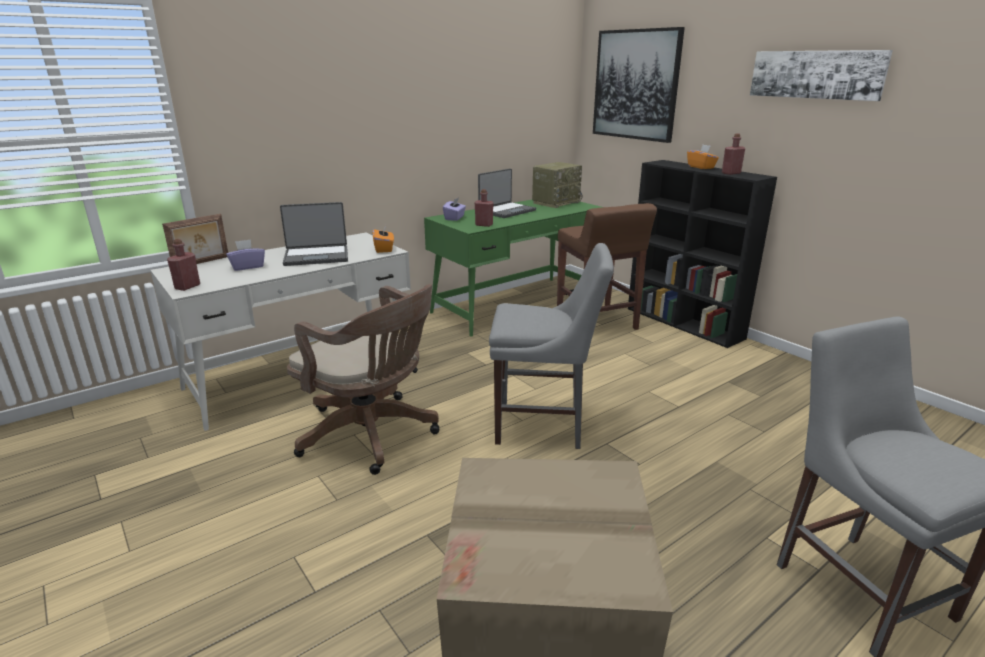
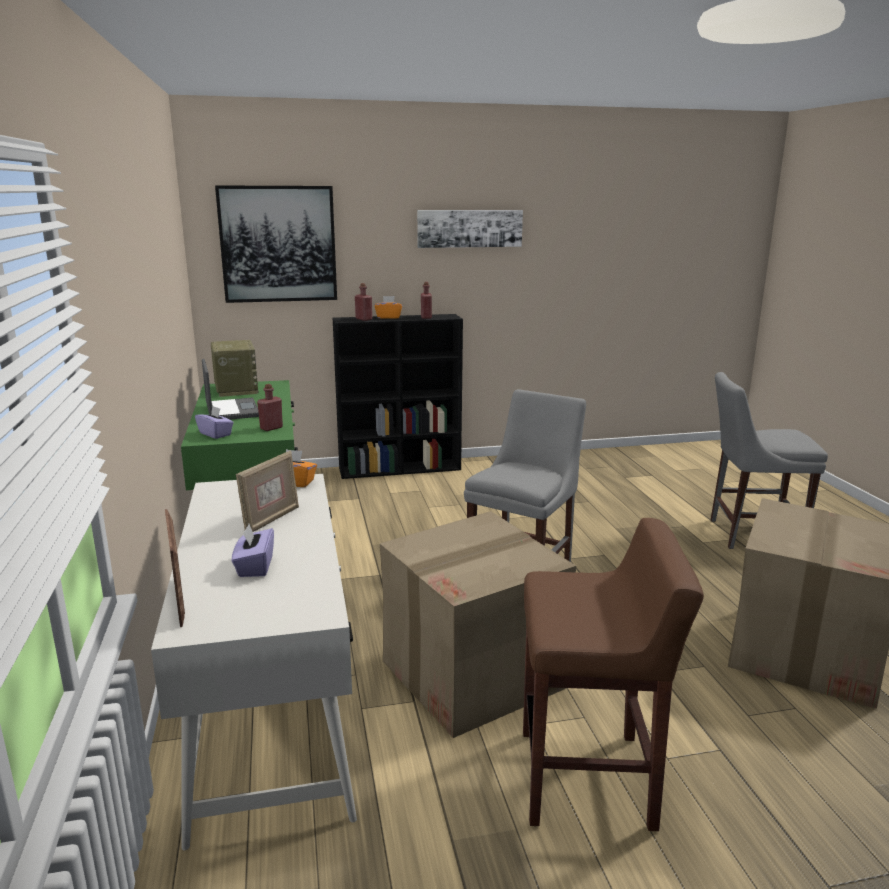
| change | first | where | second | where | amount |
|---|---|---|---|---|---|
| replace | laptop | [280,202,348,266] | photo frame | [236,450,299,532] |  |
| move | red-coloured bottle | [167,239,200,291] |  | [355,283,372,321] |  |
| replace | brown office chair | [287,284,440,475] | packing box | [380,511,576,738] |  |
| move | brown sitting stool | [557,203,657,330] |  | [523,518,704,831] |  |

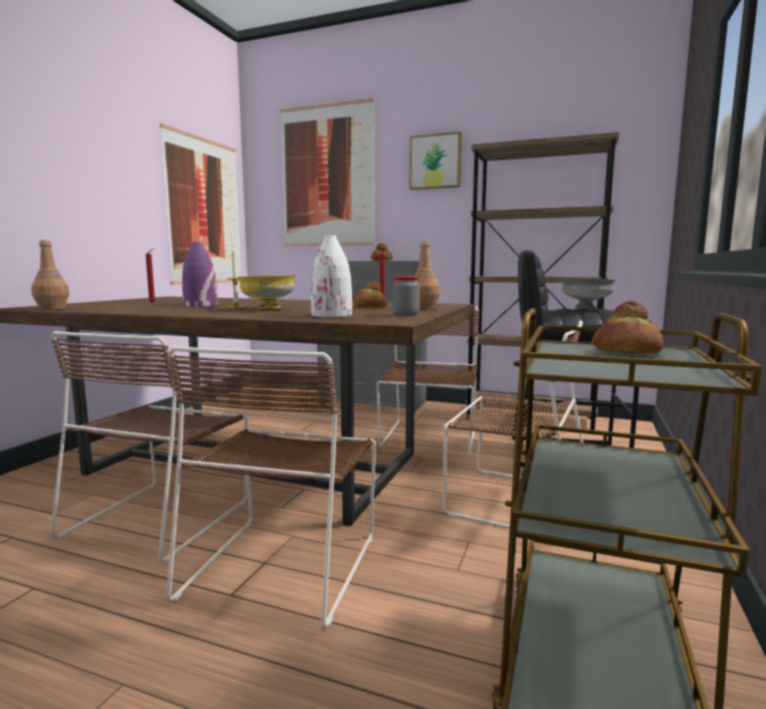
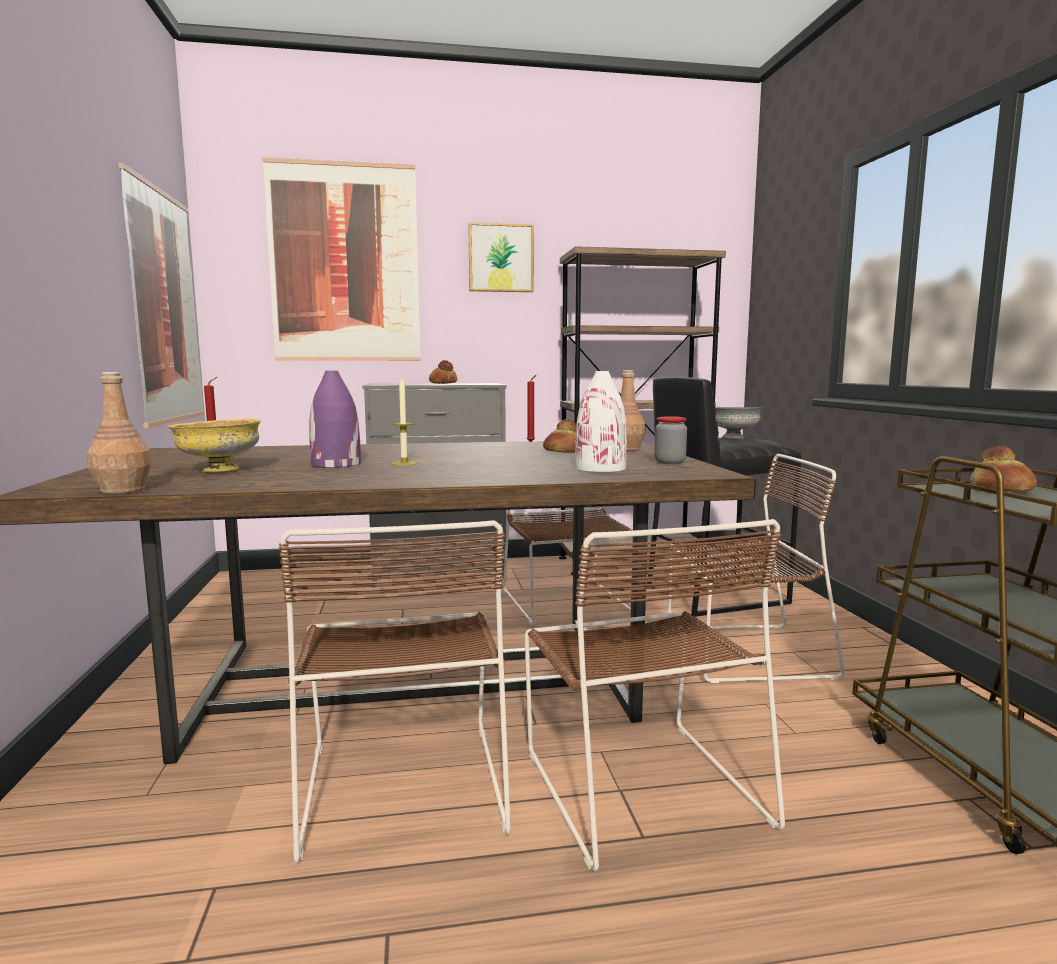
| change | first | where | second | where | amount |
|---|---|---|---|---|---|
| move | yellowish deep dish | [237,275,296,309] |  | [168,419,261,472] |  |

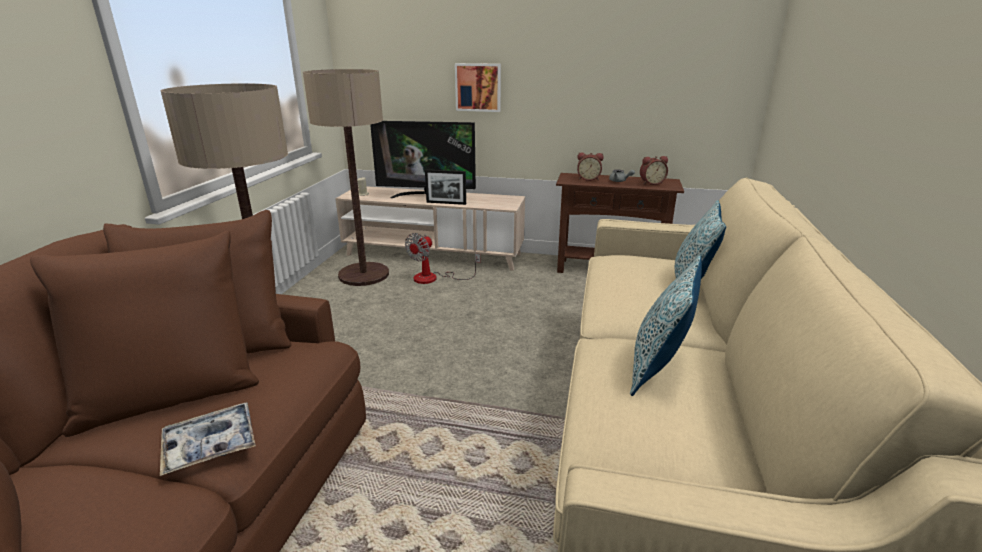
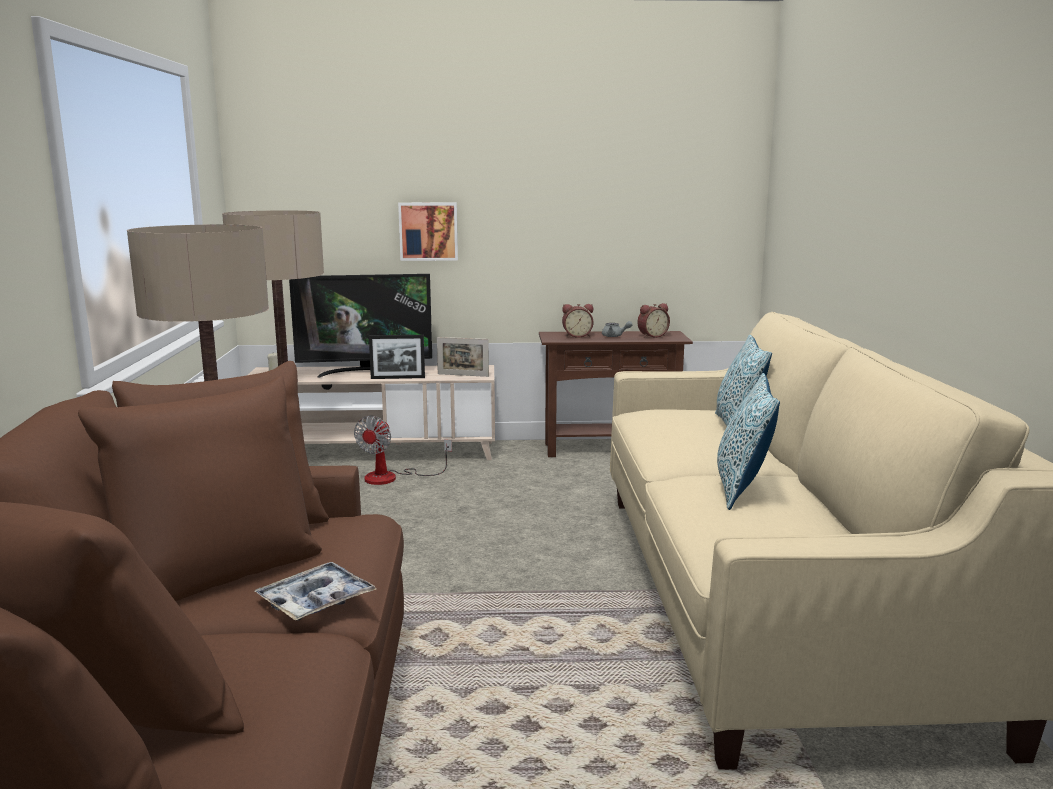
| change | first | where | second | where | amount |
|---|---|---|---|---|---|
| insert |  |  | photo frame | [437,337,489,377] |  |

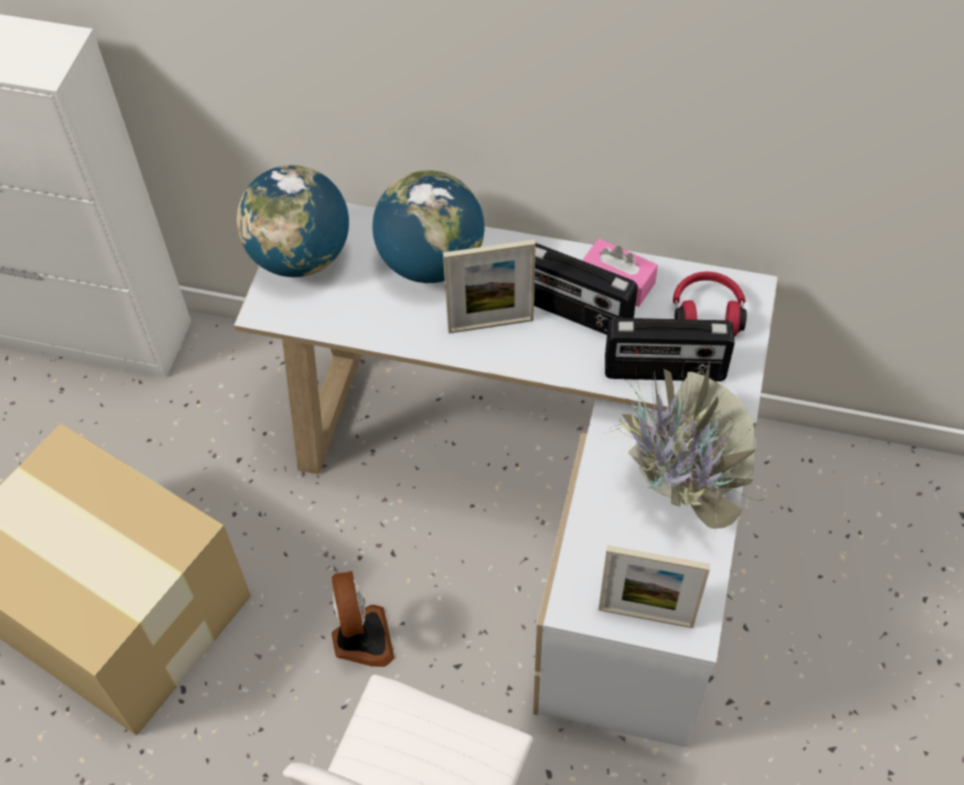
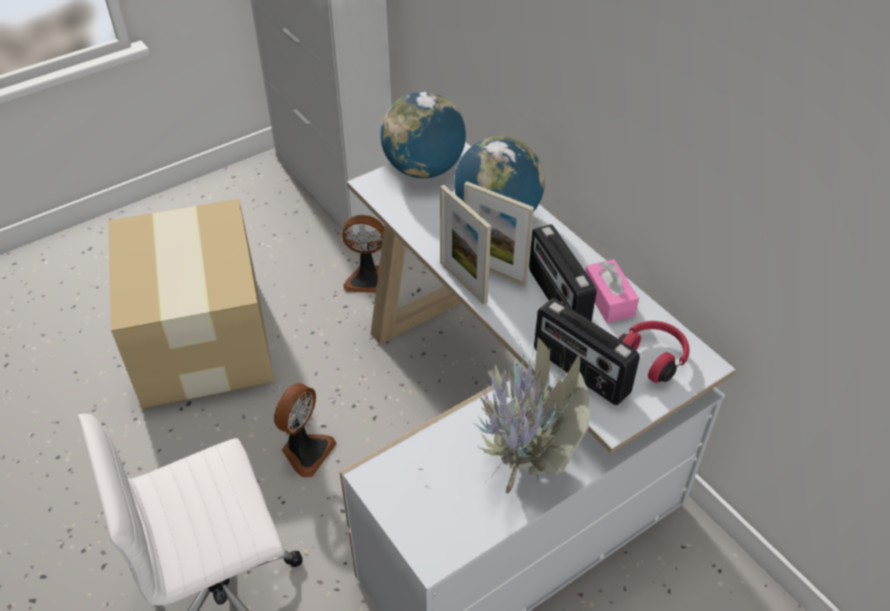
| change | first | where | second | where | amount |
|---|---|---|---|---|---|
| insert |  |  | electric fan | [342,215,384,293] |  |
| move | photo frame | [598,545,711,628] |  | [440,185,491,304] |  |

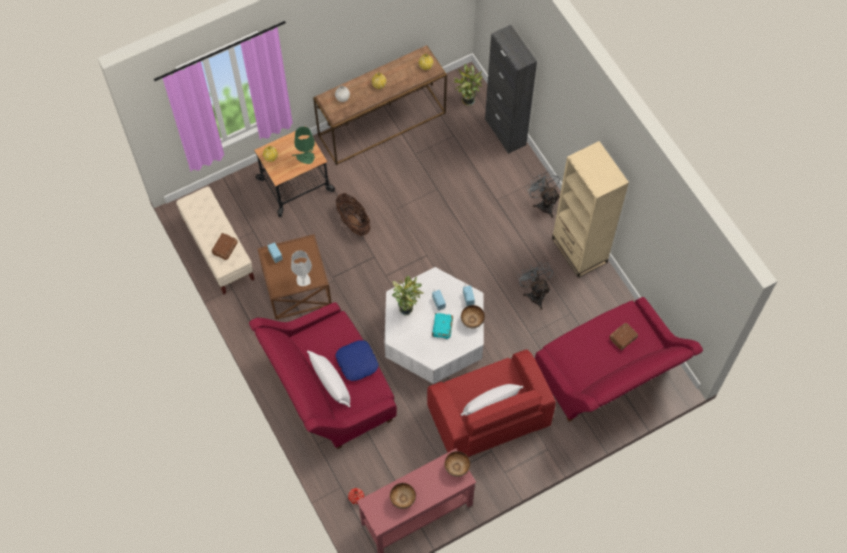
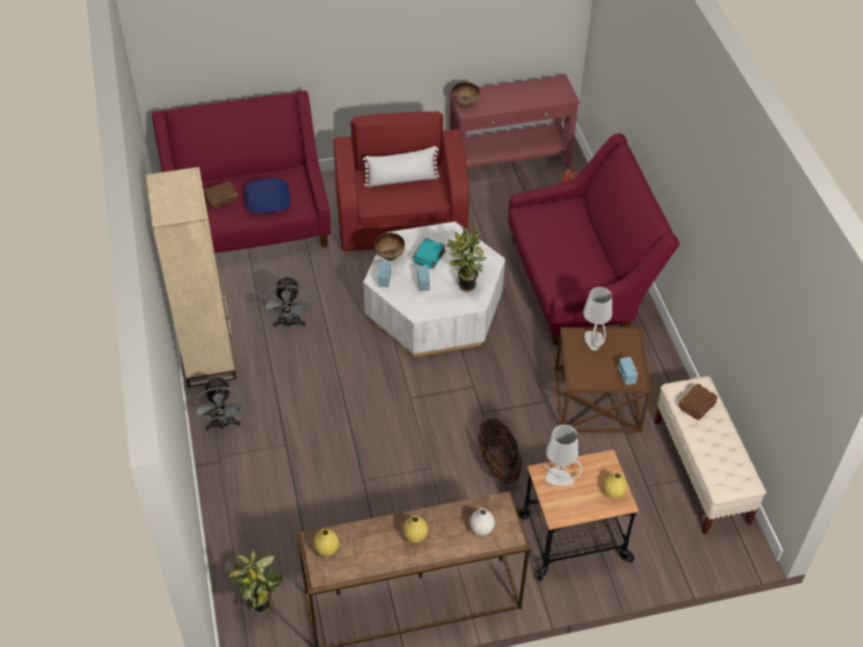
| change | first | where | second | where | amount |
|---|---|---|---|---|---|
| move | blue-coloured throw pillow | [335,341,379,381] |  | [244,178,290,214] |  |
| recolor | greenish table lamp | [292,126,315,164] | grey table lamp | [546,424,582,486] |  |
| delete | white throw pillow | [307,350,350,407] |  |  |  |
| delete | deep dish | [390,483,416,509] |  |  |  |
| delete | black cupboard | [485,25,537,154] |  |  |  |

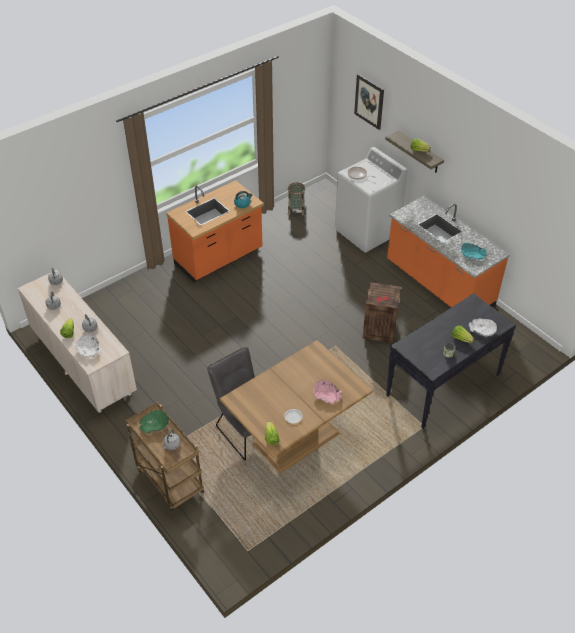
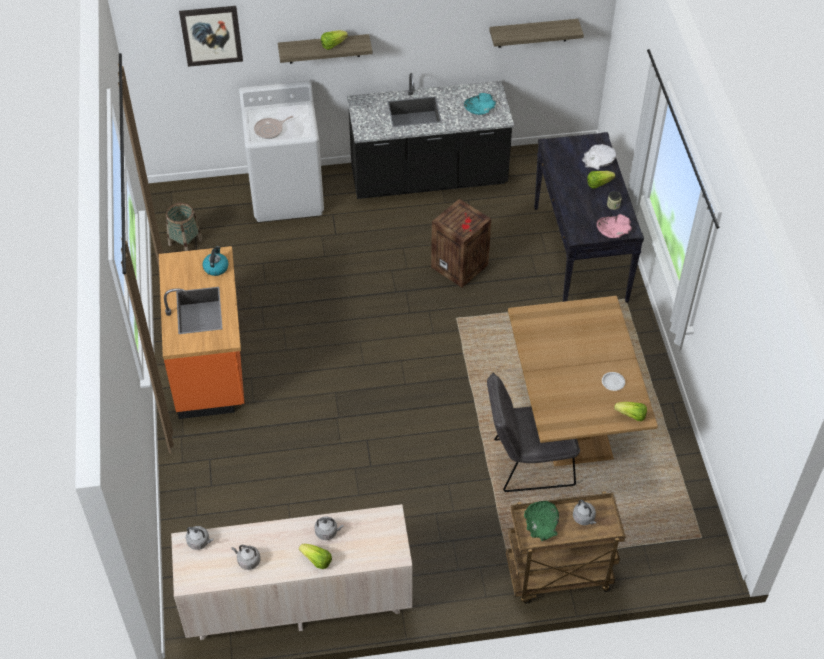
| change | first | where | second | where | amount |
|---|---|---|---|---|---|
| recolor | orange counter | [387,196,510,307] | black counter | [347,73,514,199] |  |
| insert |  |  | wall shelf | [490,19,584,48] |  |
| move | pink deep dish | [313,380,342,404] |  | [597,214,632,238] |  |
| delete | white deep dish | [75,334,101,358] |  |  |  |

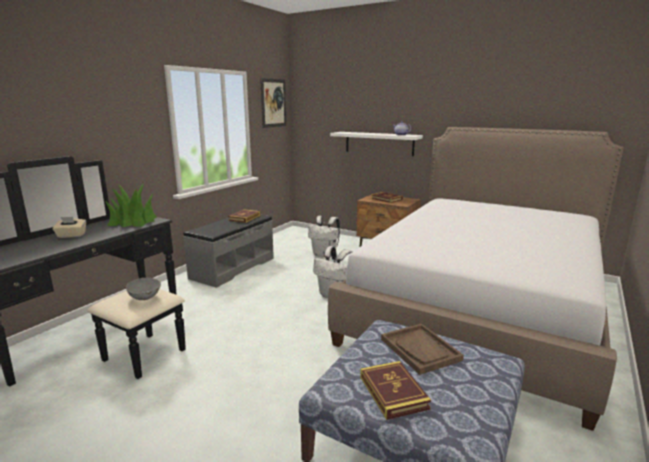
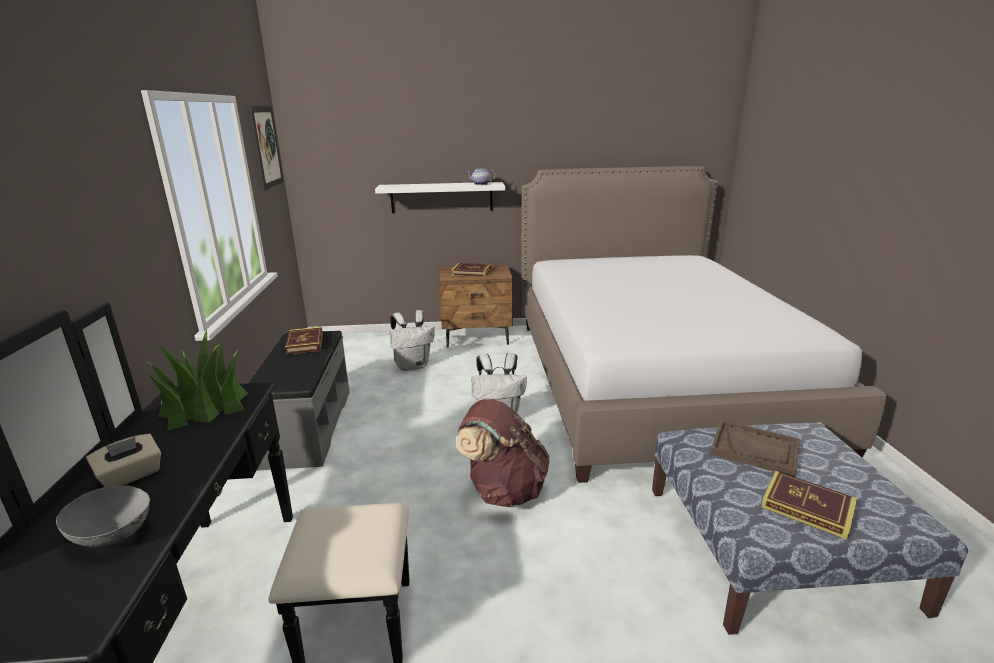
| change | first | where | second | where | amount |
|---|---|---|---|---|---|
| move | grey deep dish | [126,278,161,300] |  | [56,486,150,547] |  |
| insert |  |  | brown rucksack | [456,399,550,507] |  |

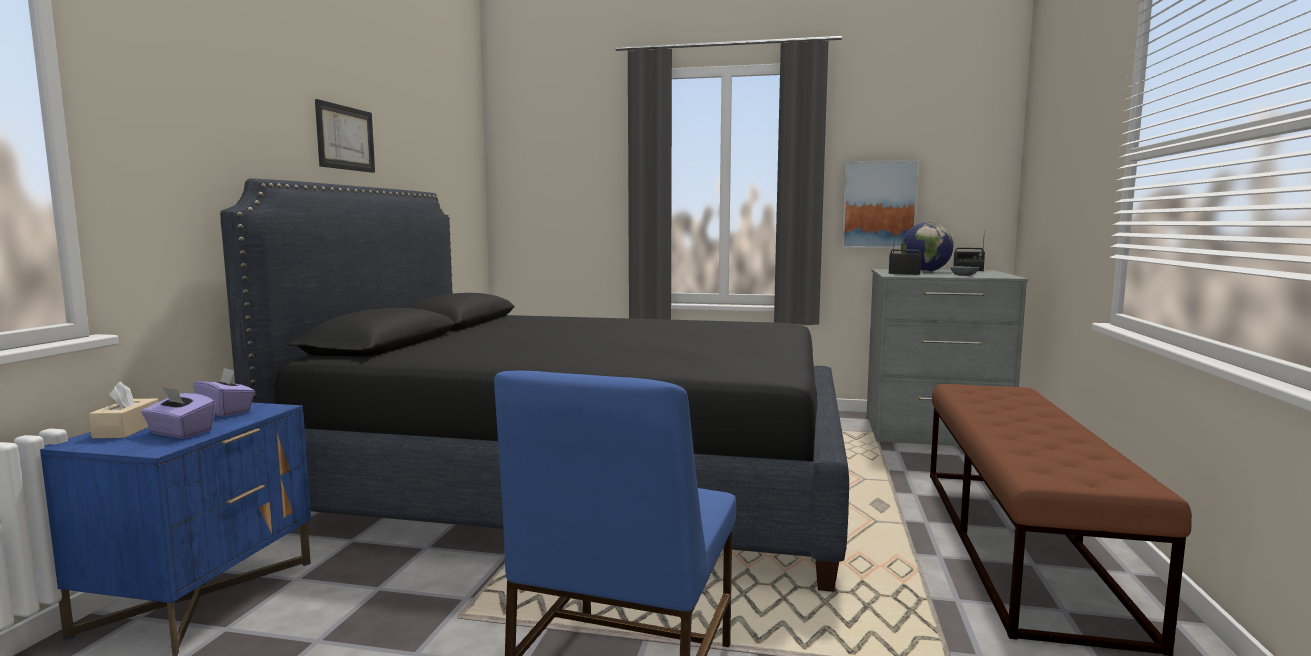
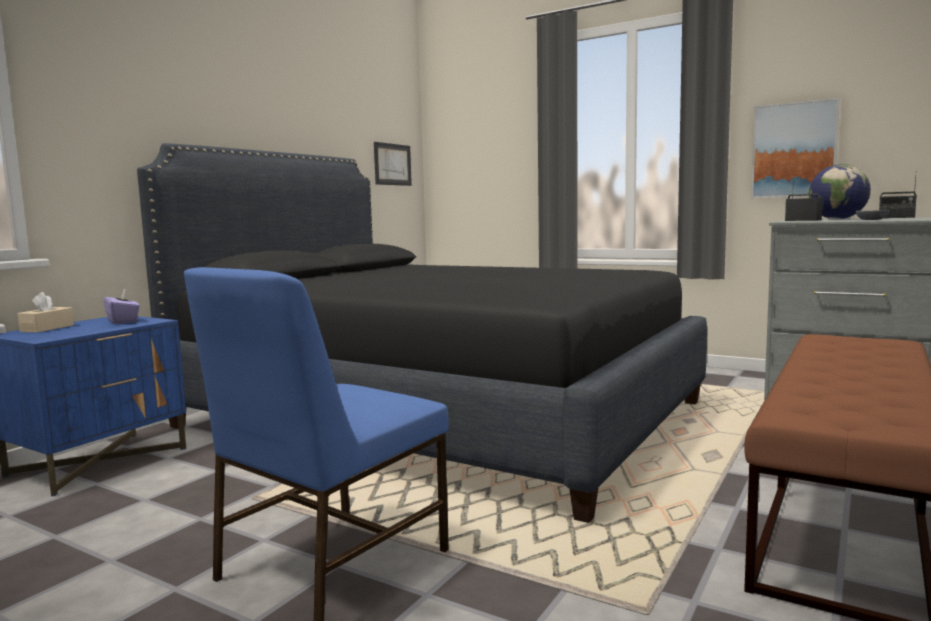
| change | first | where | second | where | amount |
|---|---|---|---|---|---|
| move | picture | [315,99,375,173] |  | [374,142,412,186] |  |
| delete | purple-coloured tissue box | [141,387,216,438] |  |  |  |

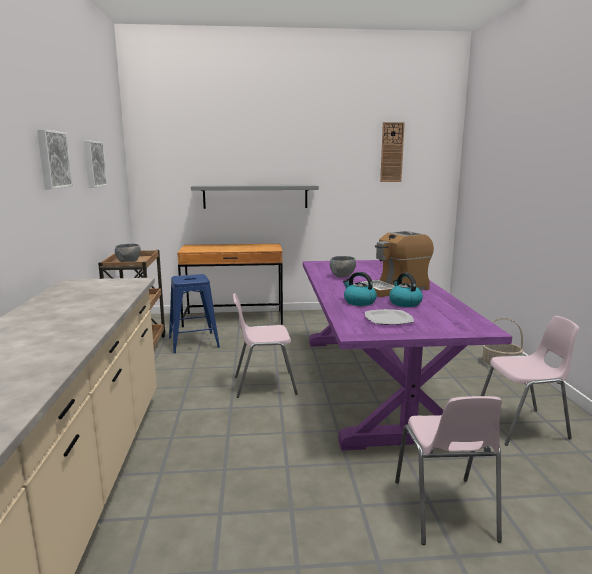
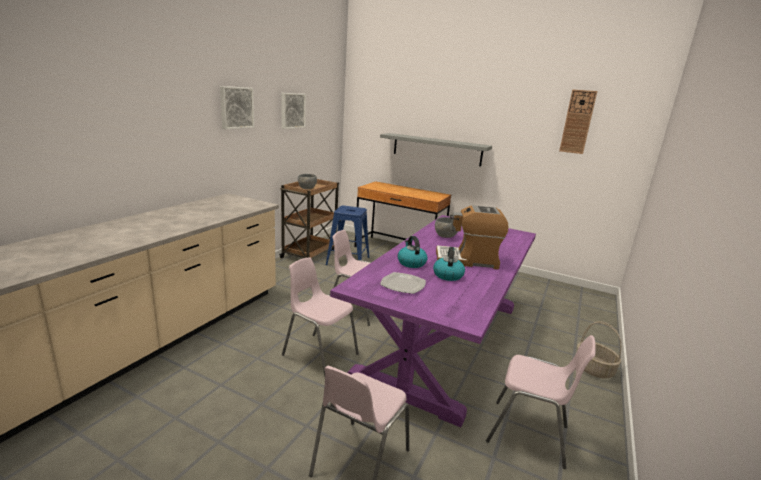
| change | first | where | second | where | amount |
|---|---|---|---|---|---|
| insert |  |  | pink upright chair | [282,257,359,377] |  |

